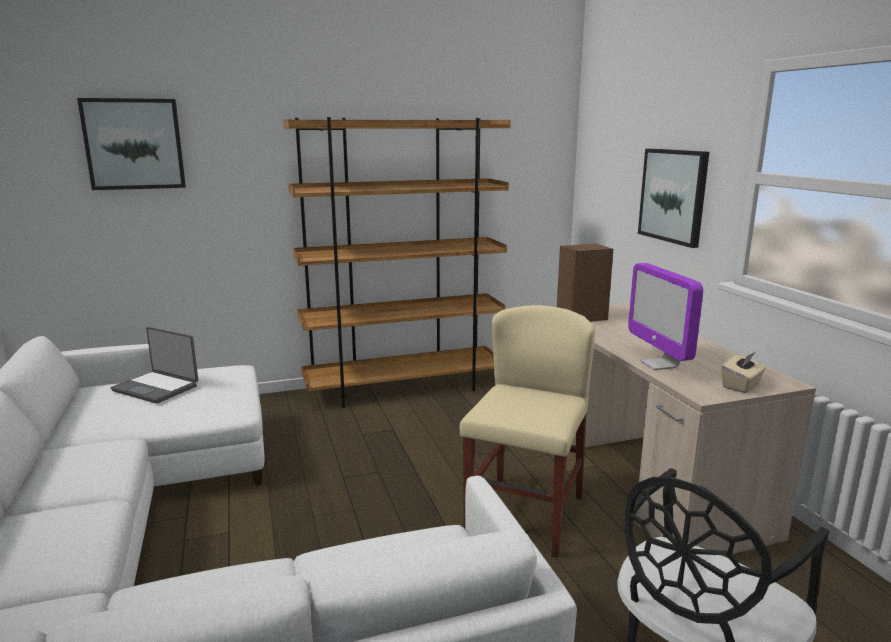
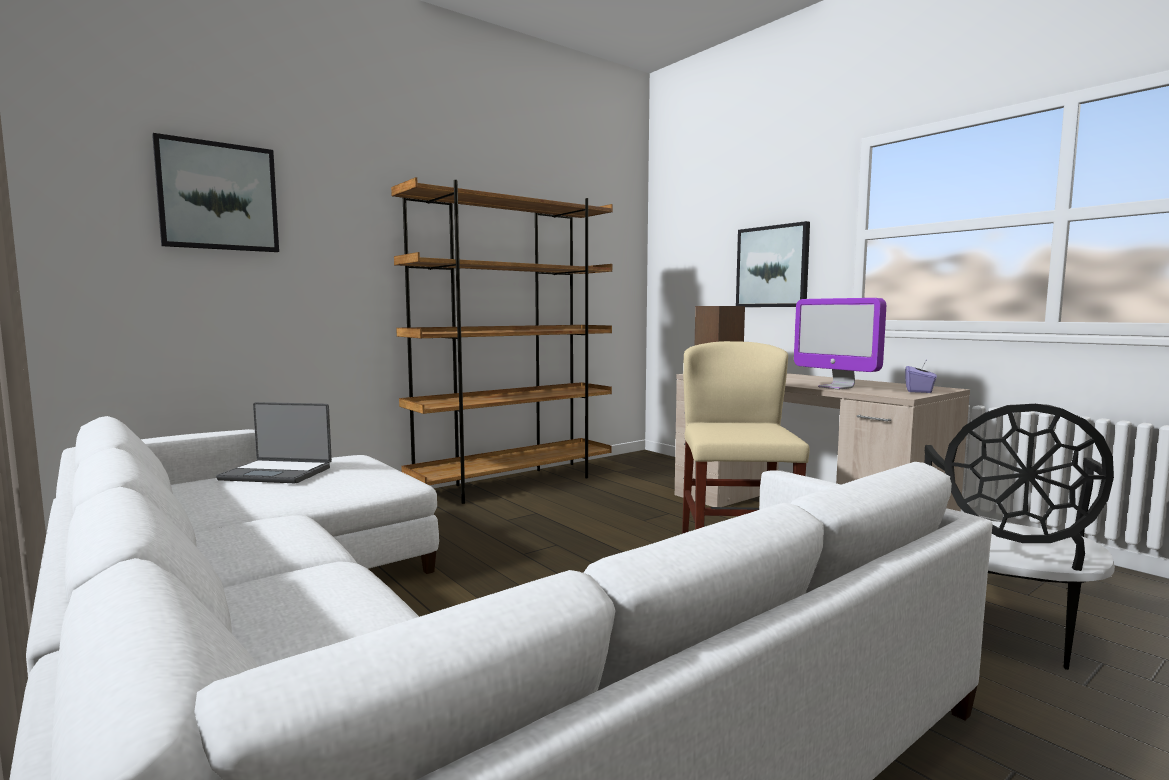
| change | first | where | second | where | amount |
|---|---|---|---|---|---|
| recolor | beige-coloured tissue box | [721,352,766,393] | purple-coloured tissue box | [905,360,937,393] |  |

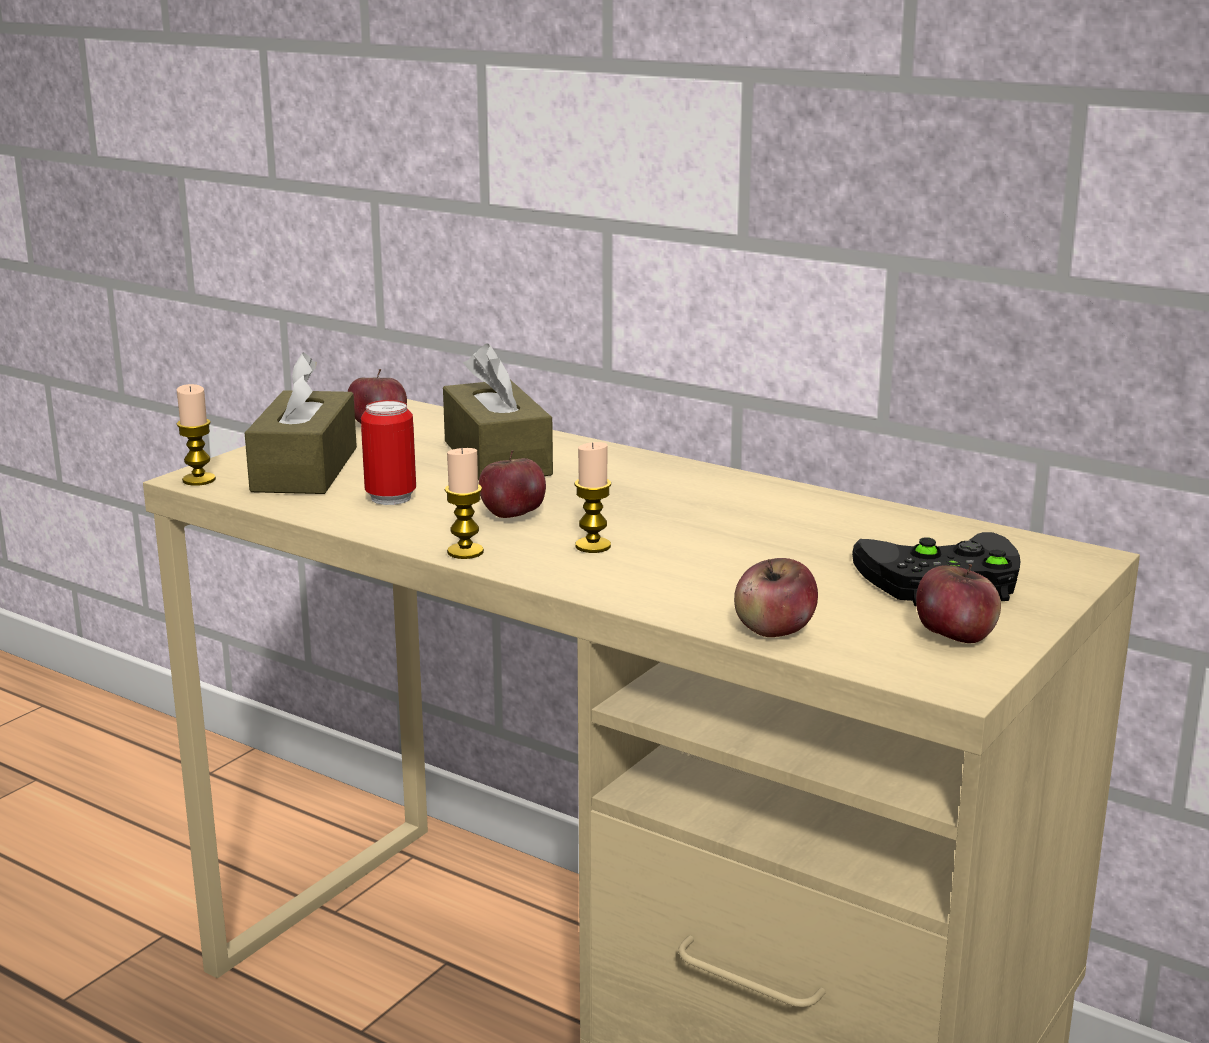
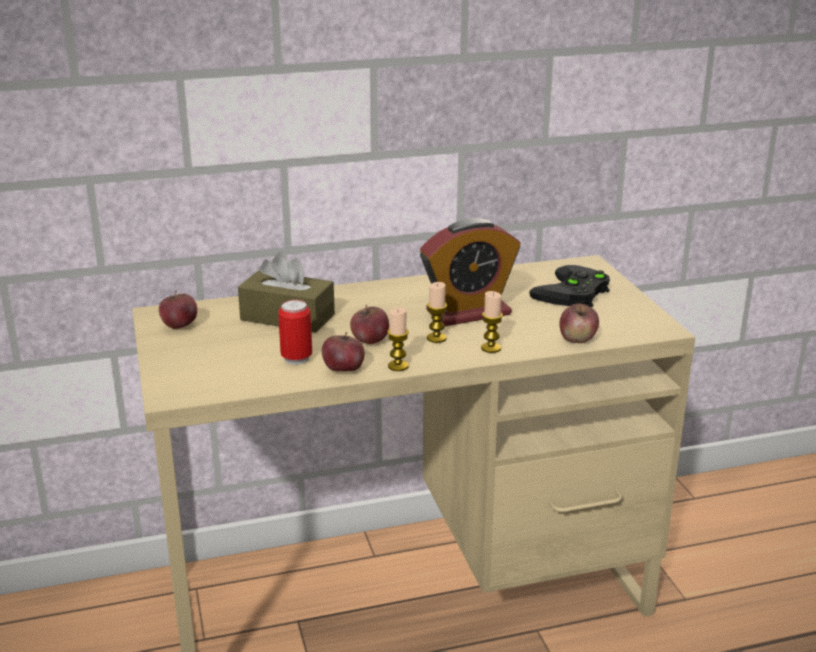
| change | first | where | second | where | amount |
|---|---|---|---|---|---|
| move | whole apple | [916,564,1001,643] |  | [322,332,365,372] |  |
| insert |  |  | table clock | [420,218,521,326] |  |
| move | candle | [176,384,216,486] |  | [481,291,503,353] |  |
| delete | brown tissue box | [245,352,357,494] |  |  |  |

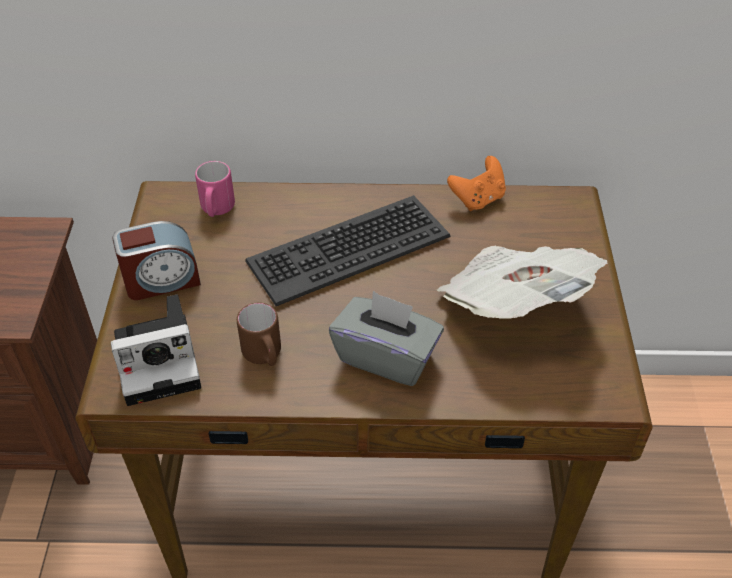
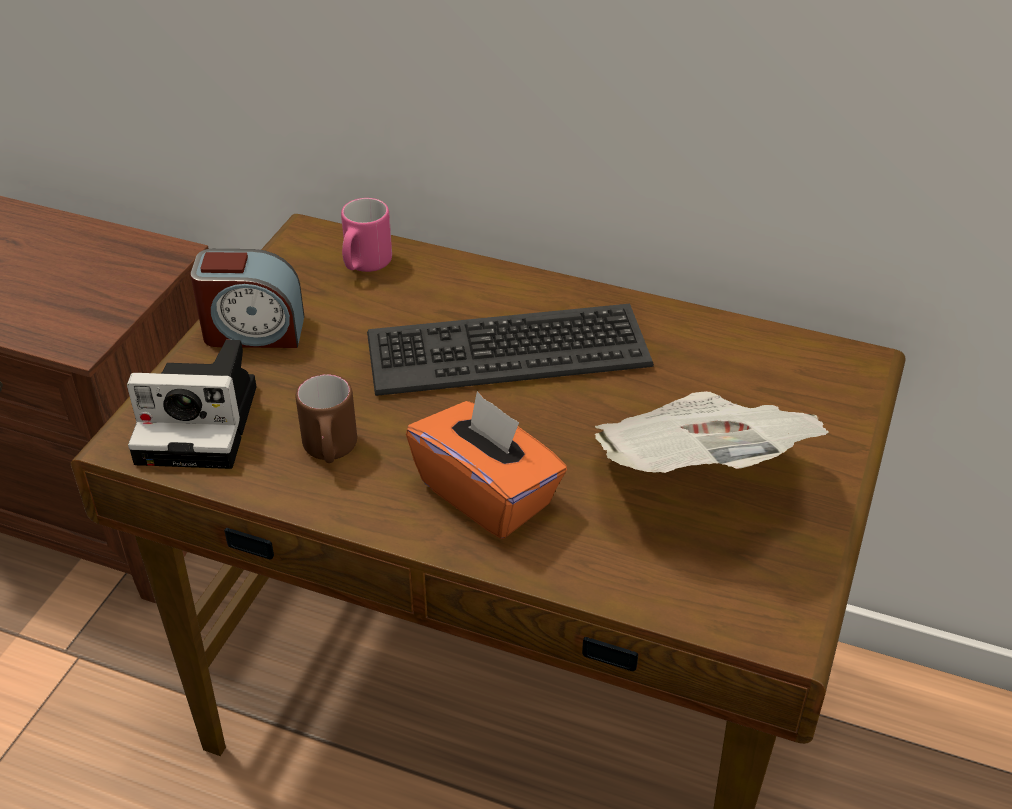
| change | first | where | second | where | amount |
|---|---|---|---|---|---|
| recolor | grey tissue box | [329,291,444,386] | orange tissue box | [406,391,567,539] |  |
| delete | orange joypad | [447,156,506,211] |  |  |  |

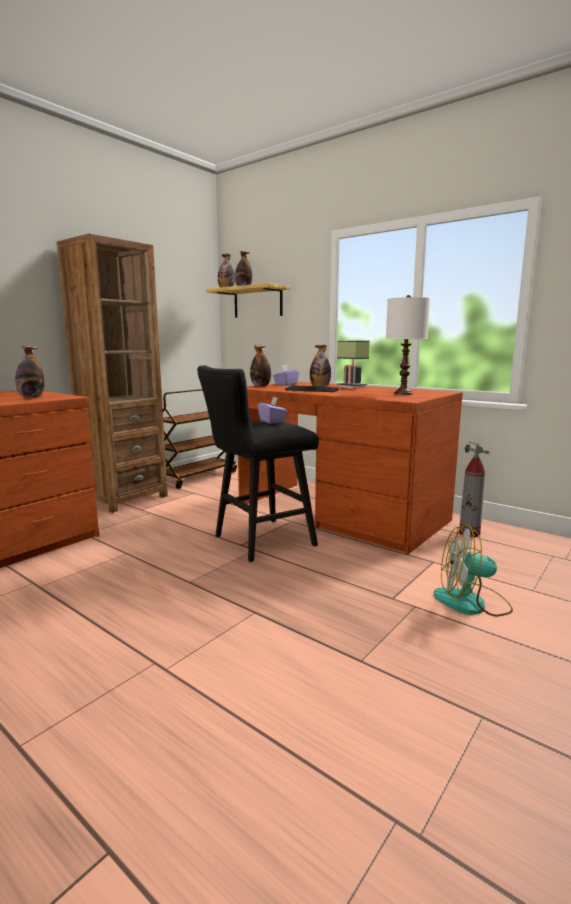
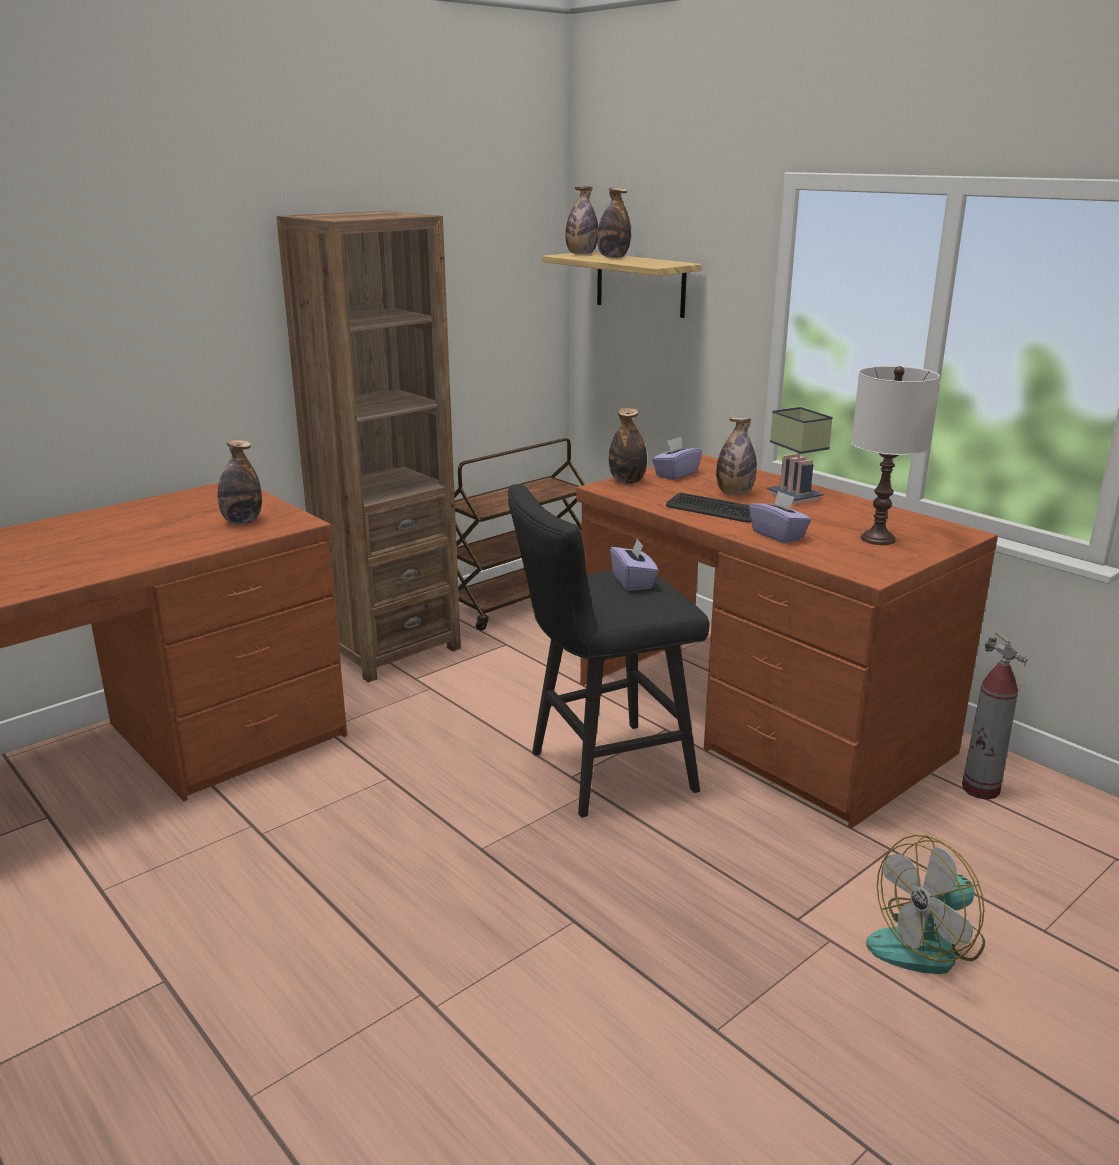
| change | first | where | second | where | amount |
|---|---|---|---|---|---|
| insert |  |  | purple-coloured tissue box | [749,491,811,544] |  |
| rotate | electric fan | [434,525,513,617] |  | [866,835,985,974] | 45 degrees counterclockwise |

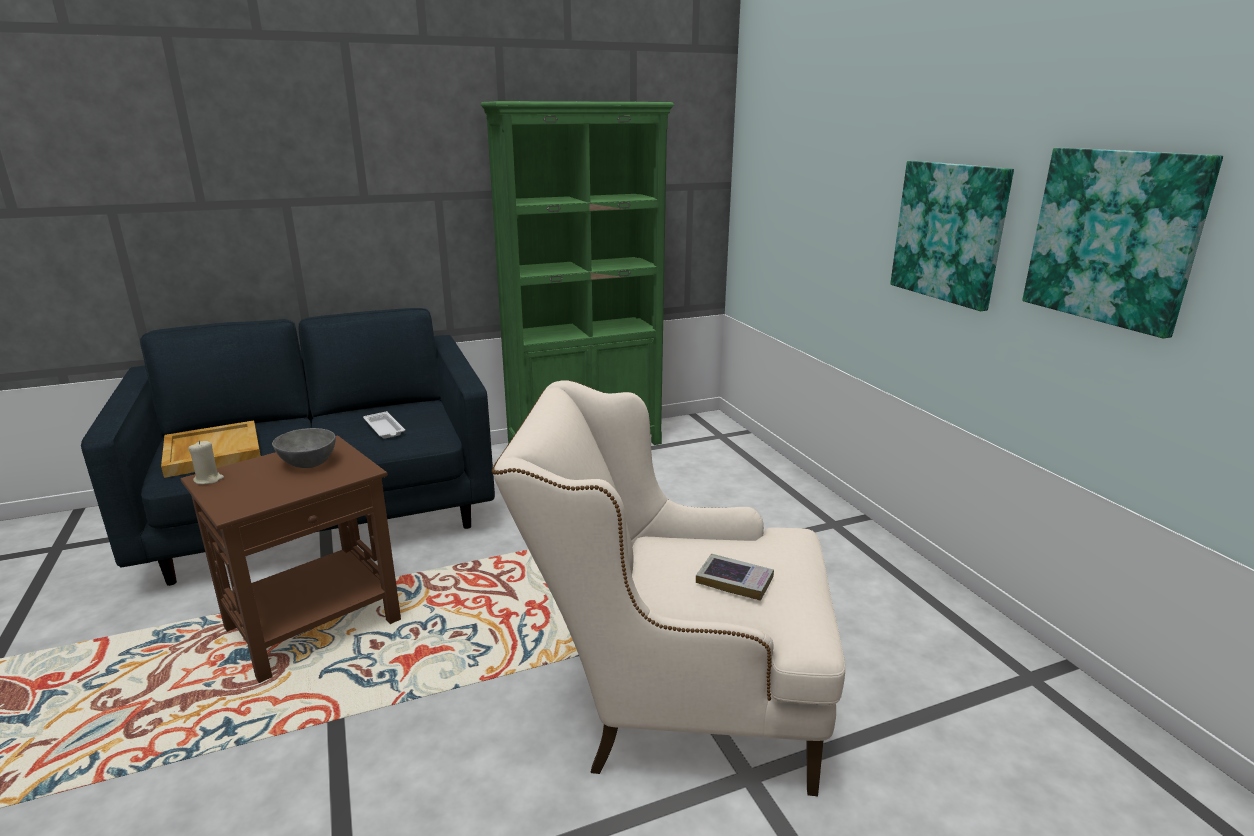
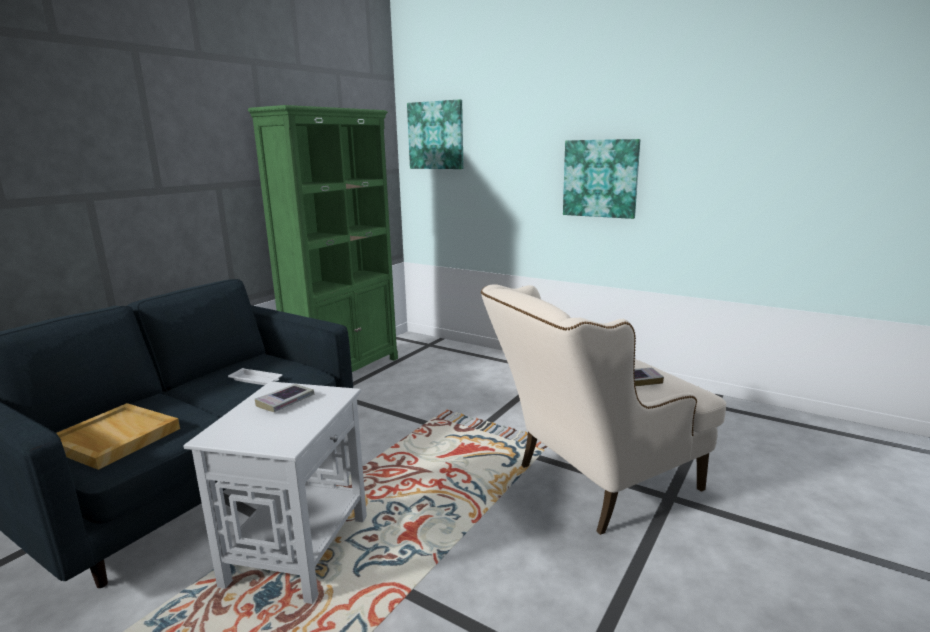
| change | first | where | second | where | amount |
|---|---|---|---|---|---|
| recolor | brown end table | [181,435,401,683] | white end table | [184,381,367,604] |  |
| replace | grey deep dish | [272,428,336,468] | book | [255,384,314,412] |  |
| move | picture | [1022,148,1223,338] |  | [407,99,464,169] |  |
| delete | beige-coloured candle | [188,441,224,485] |  |  |  |

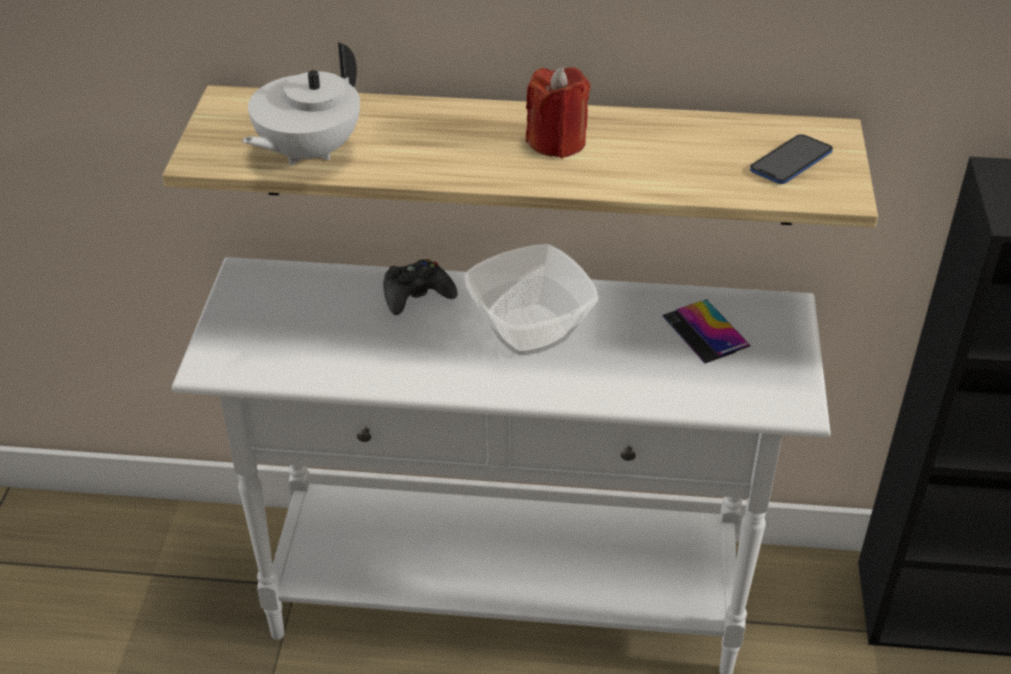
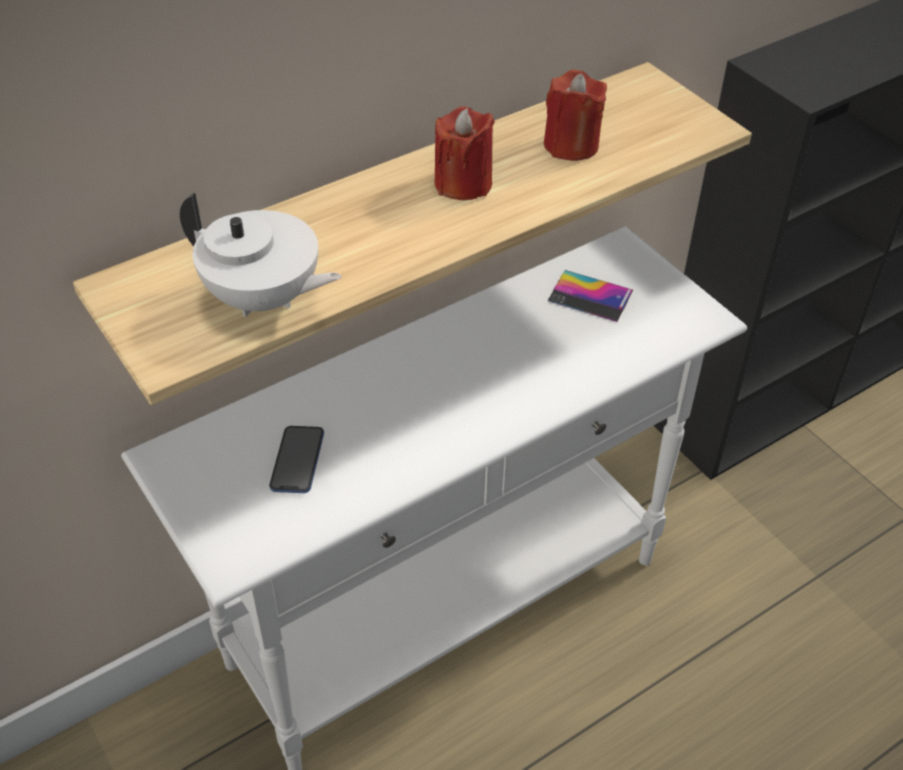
| change | first | where | second | where | amount |
|---|---|---|---|---|---|
| rotate | white pot for tea | [242,42,360,166] |  | [180,193,342,317] | 60 degrees counterclockwise |
| move | phone | [750,134,833,184] |  | [269,426,324,493] |  |
| insert |  |  | red-coloured candle | [544,69,607,161] |  |
| delete | black joypad | [383,259,458,315] |  |  |  |
| delete | deep dish | [465,244,598,355] |  |  |  |

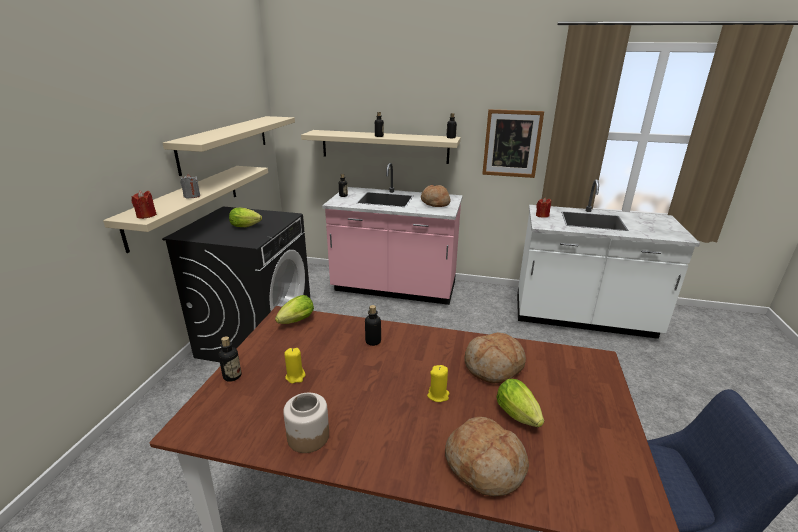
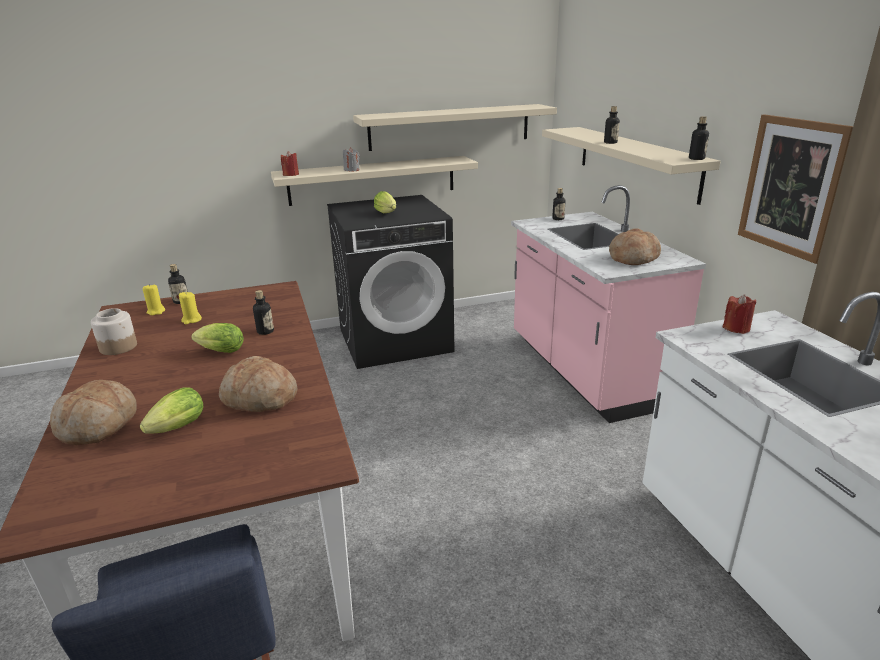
| change | first | where | second | where | amount |
|---|---|---|---|---|---|
| move | yellowish candle | [427,365,450,402] |  | [143,284,165,315] |  |
| move | lettuce head | [275,295,314,324] |  | [191,323,244,353] |  |

